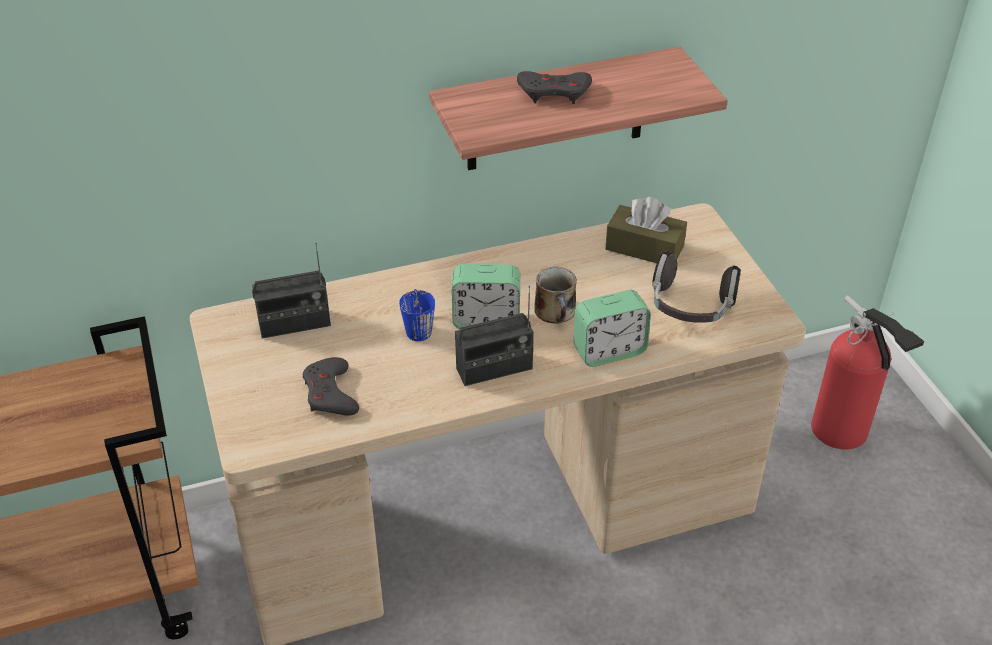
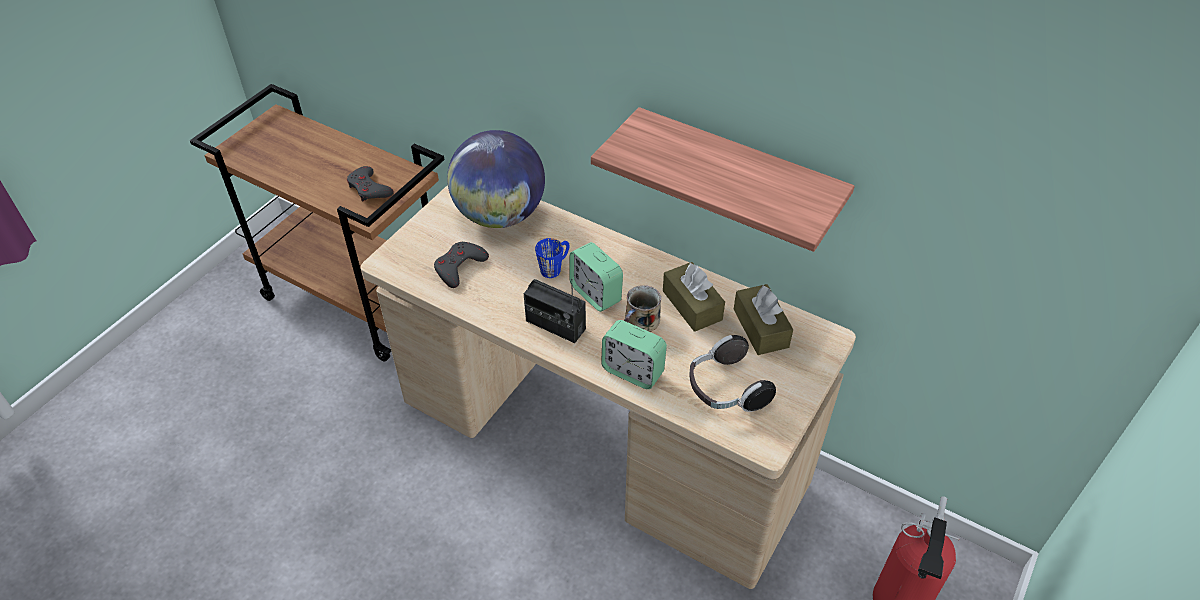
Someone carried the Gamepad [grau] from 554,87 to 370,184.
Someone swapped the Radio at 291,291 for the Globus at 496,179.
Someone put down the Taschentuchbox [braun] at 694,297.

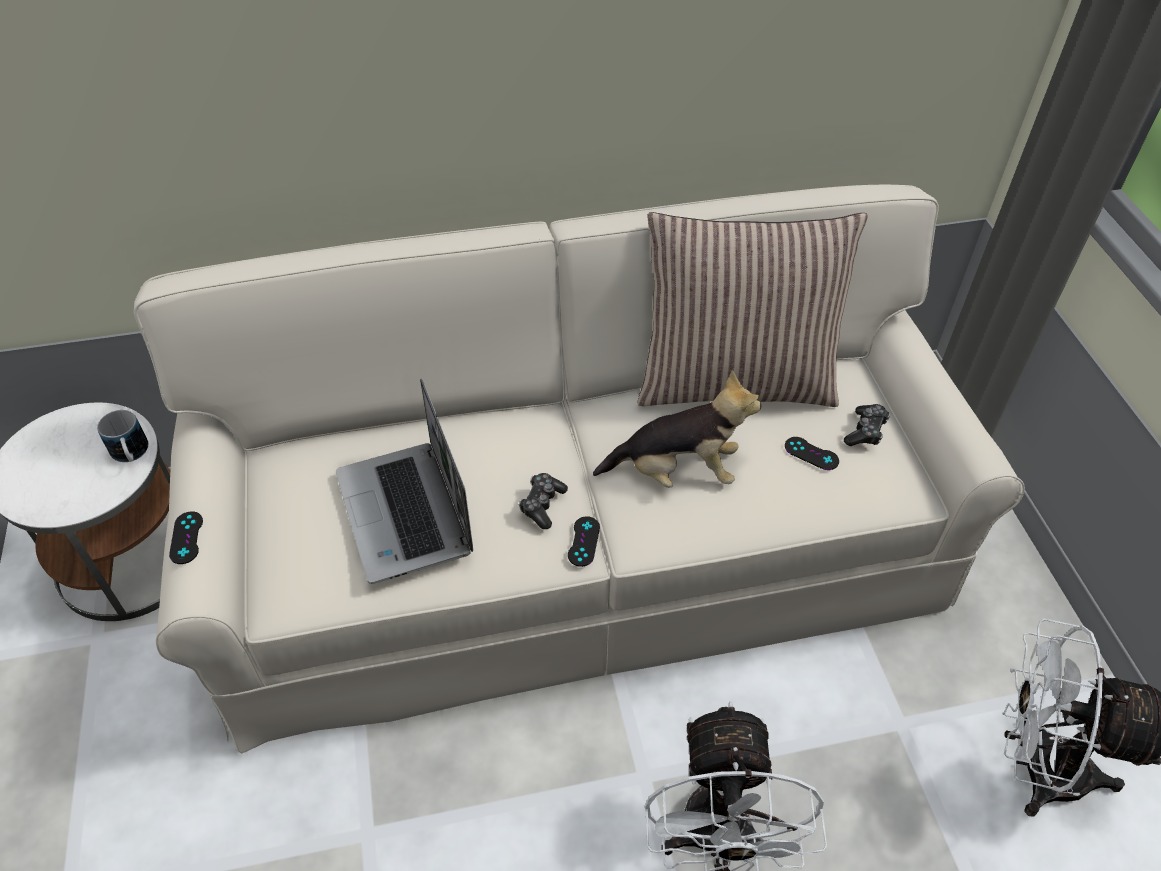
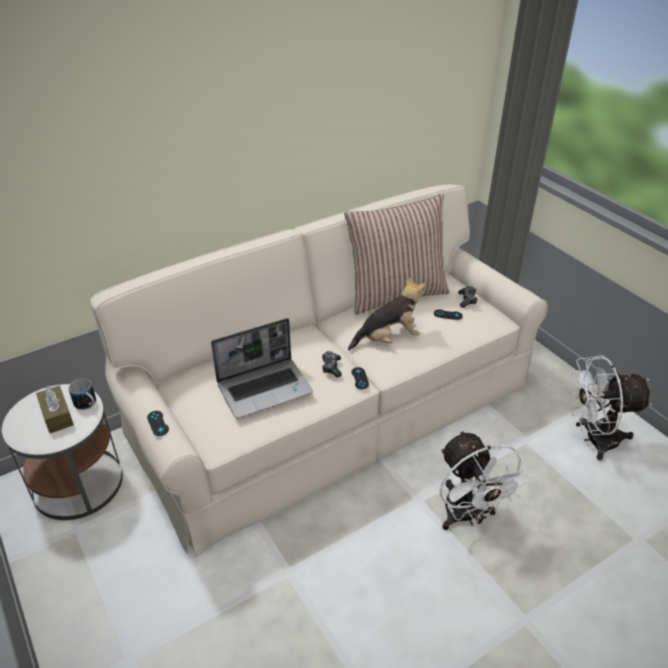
Someone rotated the Laptop at 404,481 by 75 degrees counterclockwise.
Someone put down the Taschentuchbox [braun] at 55,409.

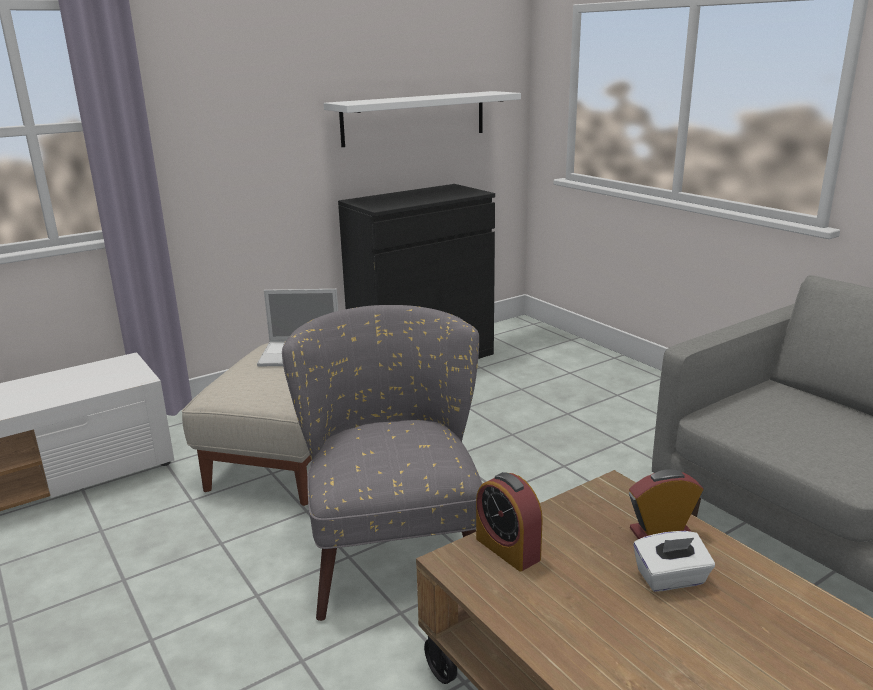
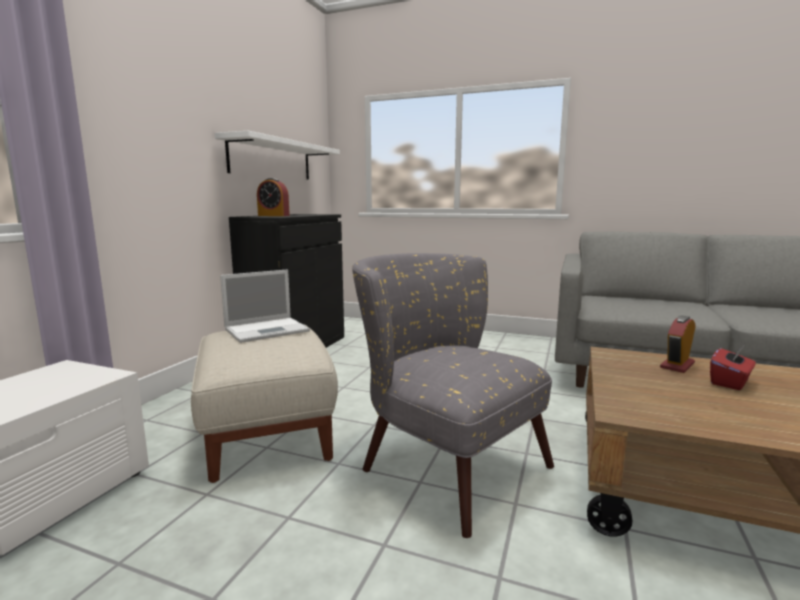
Someone carried the Wecker from 509,521 to 273,197.
Someone repainted the Taschentuchbox [weiß] at 674,561, which became the Taschentuchbox [rot] at 733,367.

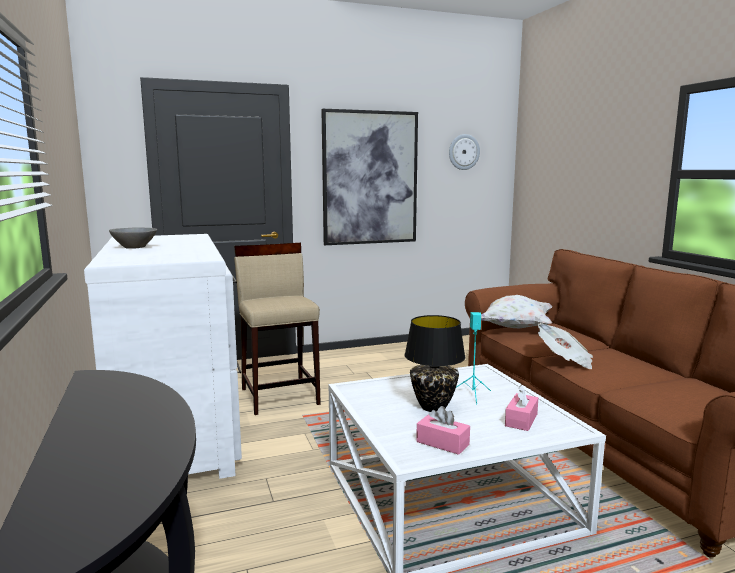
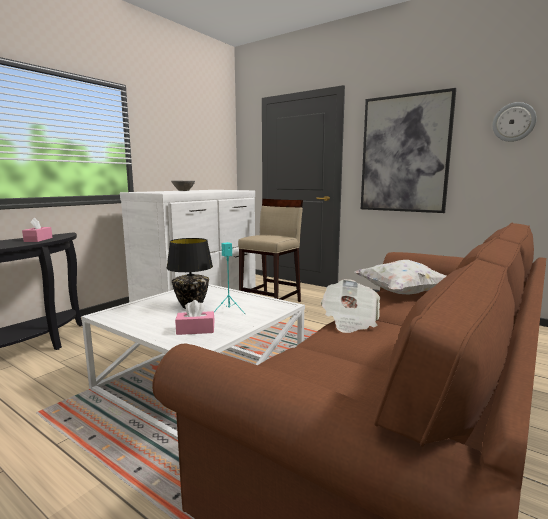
Someone carried the Taschentuchbox [rosa] from 443,430 to 37,229.

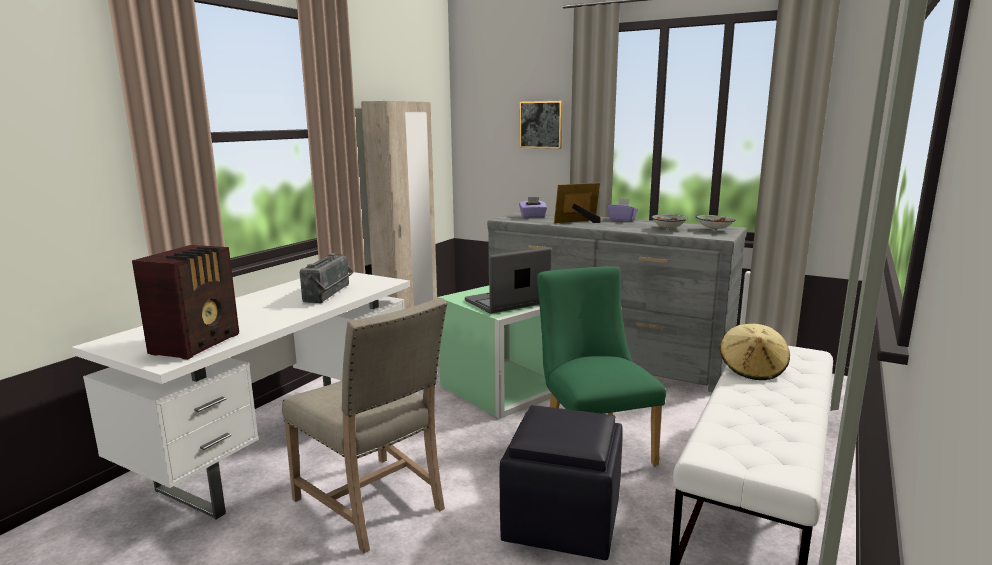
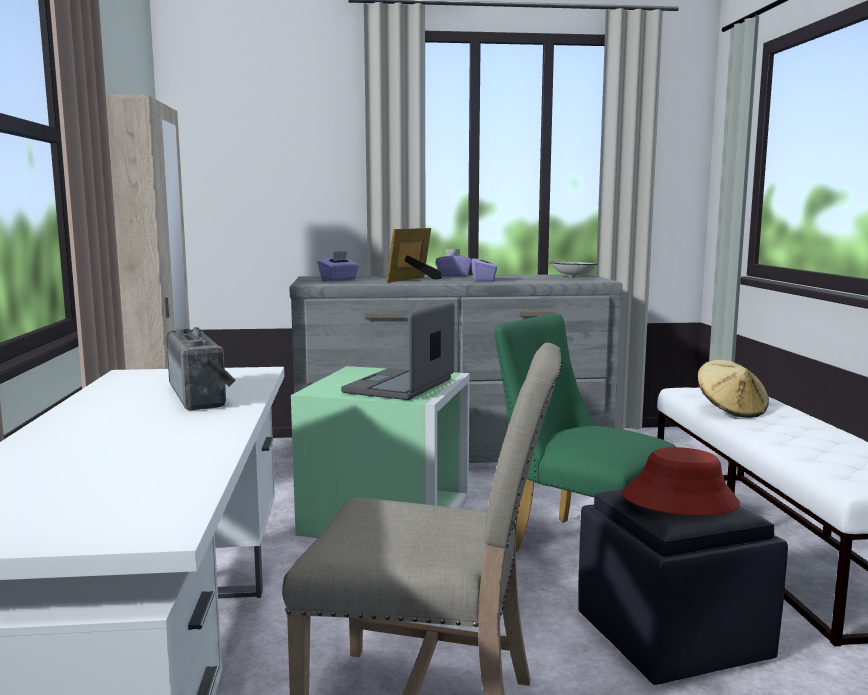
Someone took away the Bild at 541,125.
Someone took away the Schüssel at 669,221.
Someone took away the Radio at 185,302.
Someone put down the Taschentuchbox [lila] at 484,267.
Someone put down the Hut [rot] at 681,481.

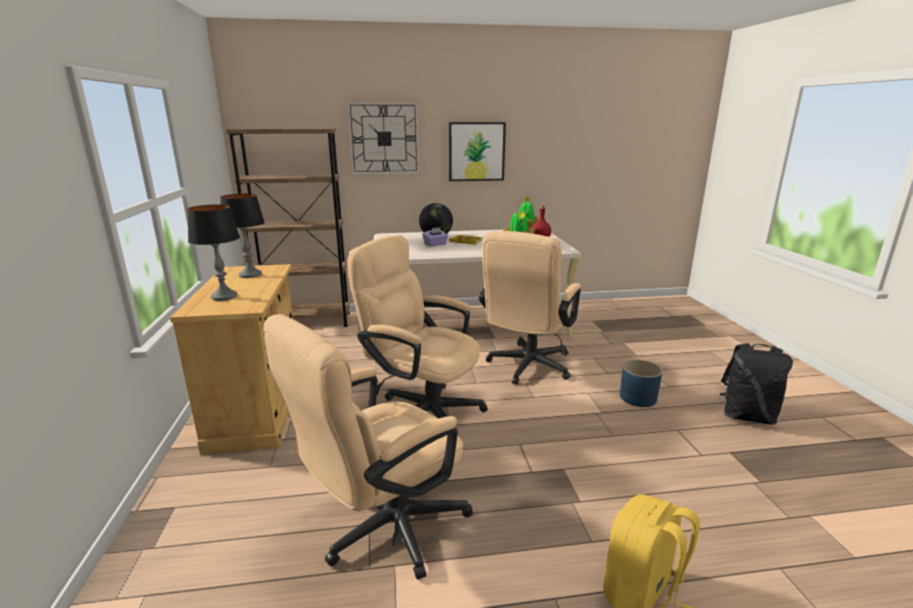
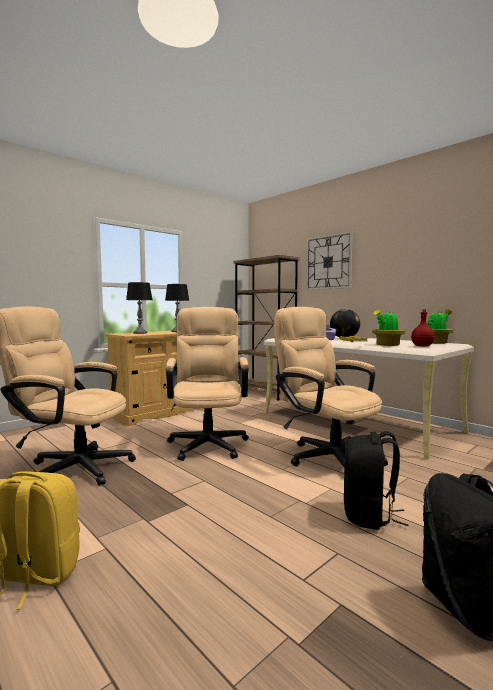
Someone took away the Bild at 477,151.
Someone rotated the Bürostuhl [beige] at 530,307 by 60 degrees clockwise.
Someone swapped the Pflanzkübel [blau] at 641,383 for the Rucksack [schwarz] at 376,480.

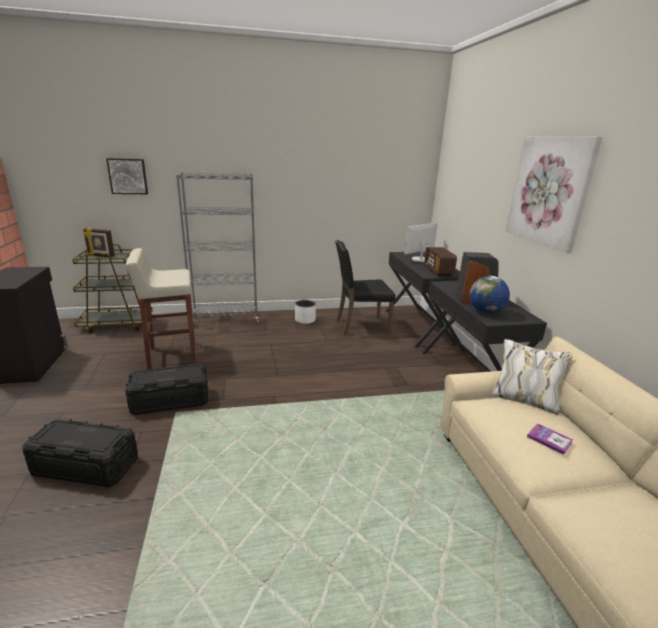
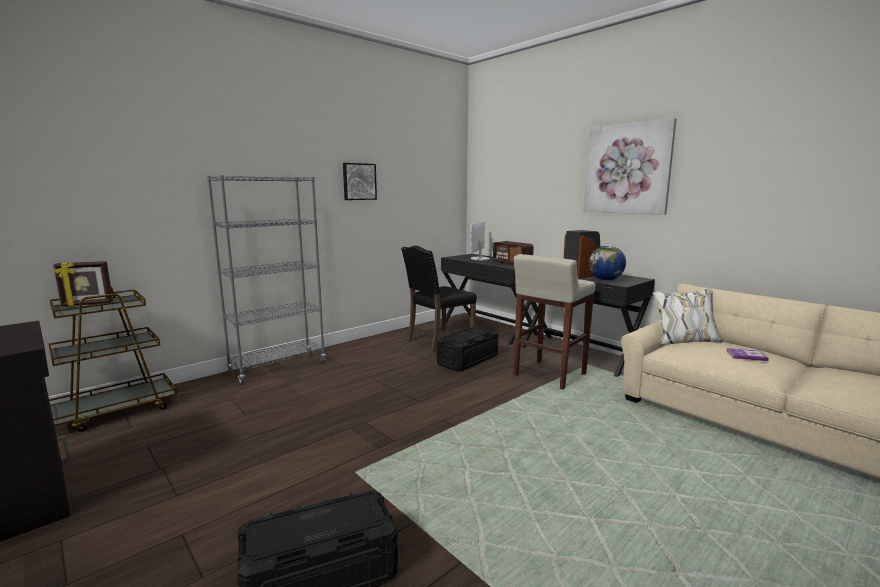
Someone carried the Bild from 127,176 to 360,181.
Someone carried the Hocker [beige] from 160,309 to 554,322.
Someone took away the Pflanzkübel [weiß] at 305,312.
Someone carried the Aufbewahrungsbox [schwarz] from 166,389 to 467,348.

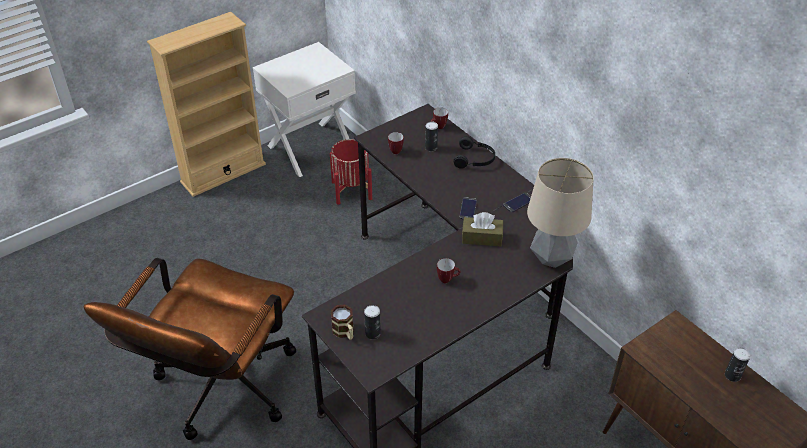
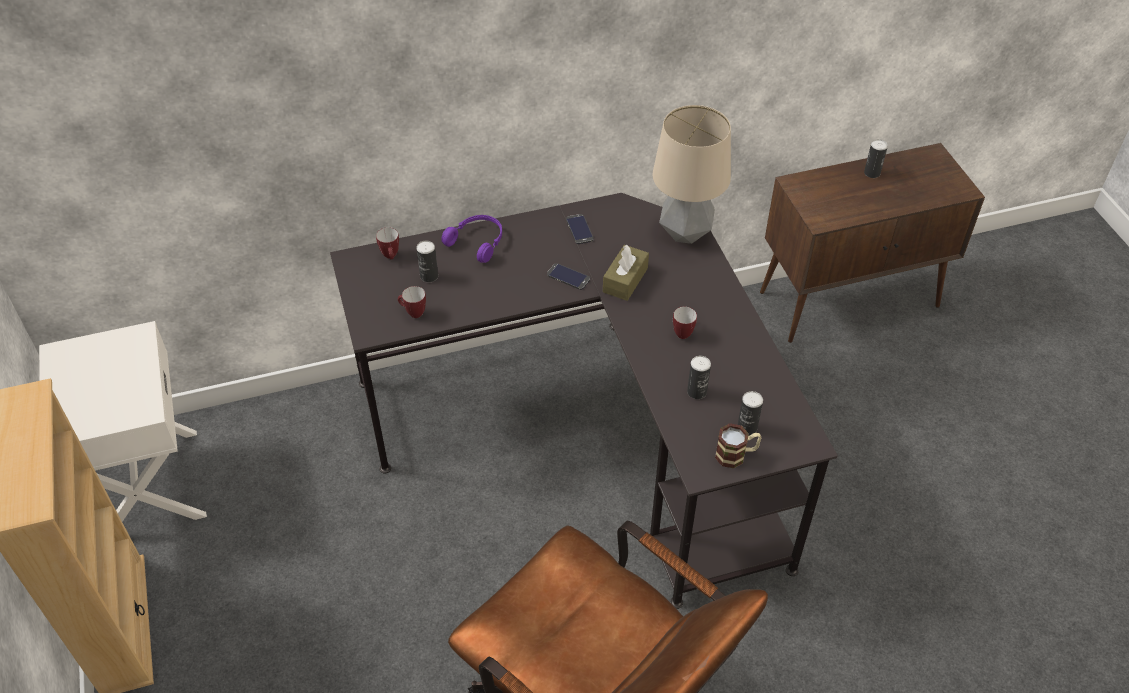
Someone repainted the Kopfhörer [schwarz] at 474,152, which became the Kopfhörer [lila] at 471,239.
Someone took away the Pflanzkübel [rot] at 351,172.
Someone put down the Dose at 699,377.

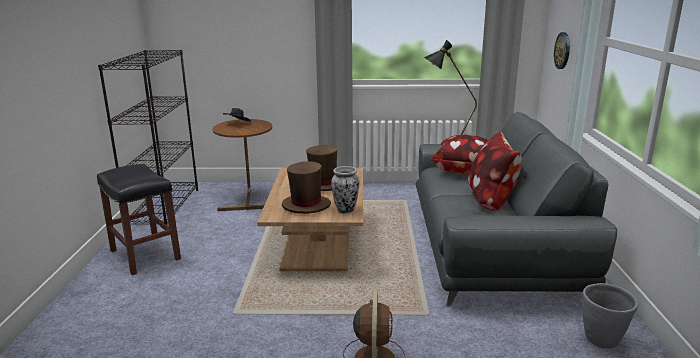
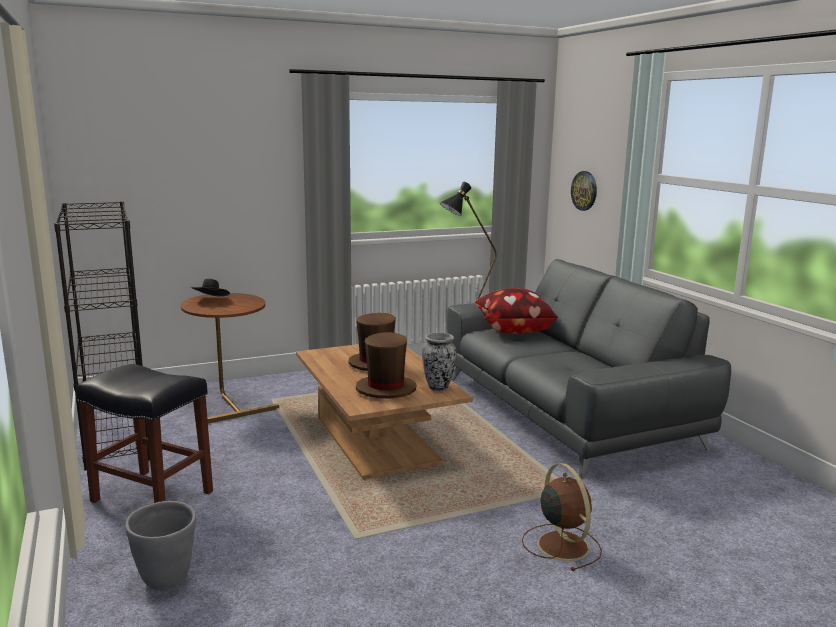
Someone took away the Kissen at 495,171.
Someone carried the Pflanzkübel [grau] from 610,316 to 160,546.

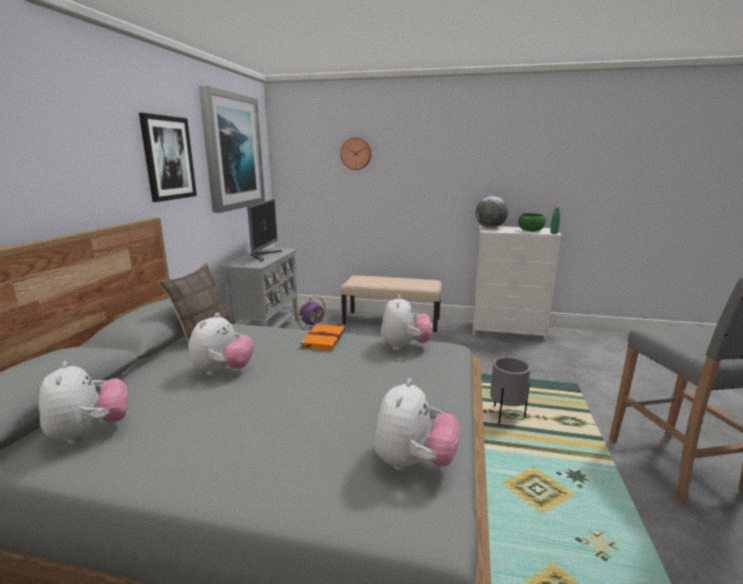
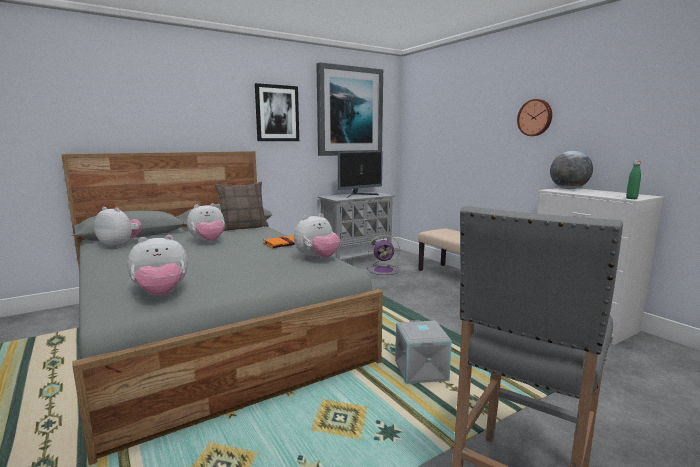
Someone carried the Wanduhr from 355,153 to 534,117.
Someone took away the Schüssel [grün] at 532,222.
Someone swapped the Pflanzkübel [grau] at 510,390 for the Aufbewahrungsbox [grau] at 423,352.
Someone rotated the Plüschtier at 83,402 by 90 degrees counterclockwise.

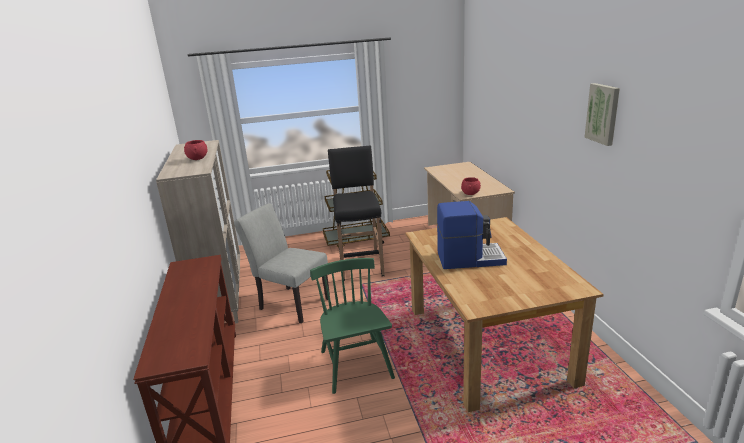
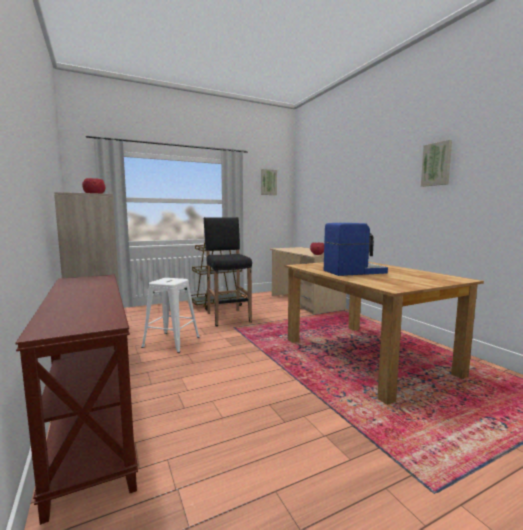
Someone swapped the Stuhl [grau] at 282,263 for the Hocker [weiß] at 170,315.
Someone took away the Stuhl [grün] at 352,326.
Someone put up the Bild at 269,182.

